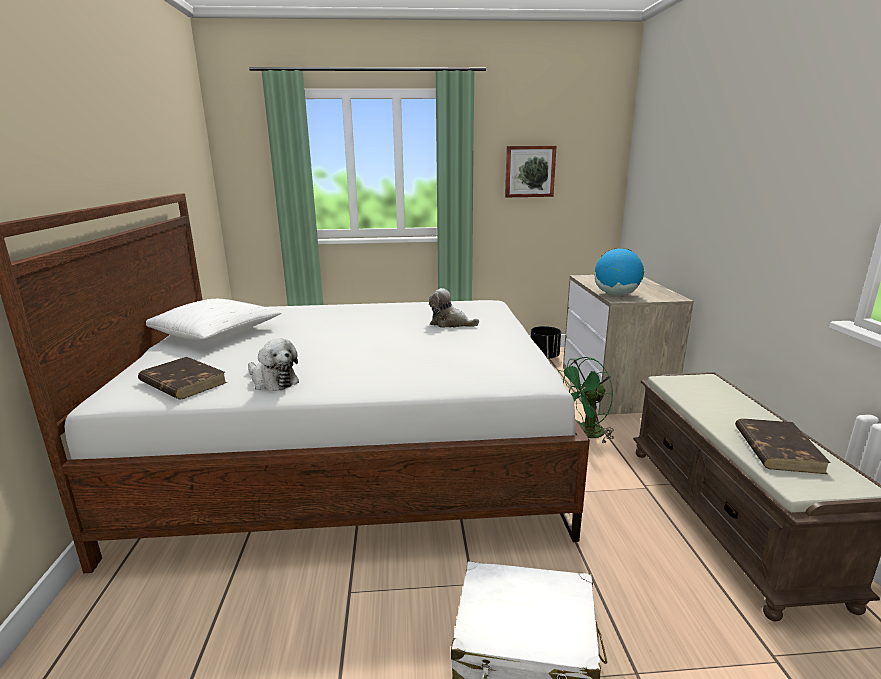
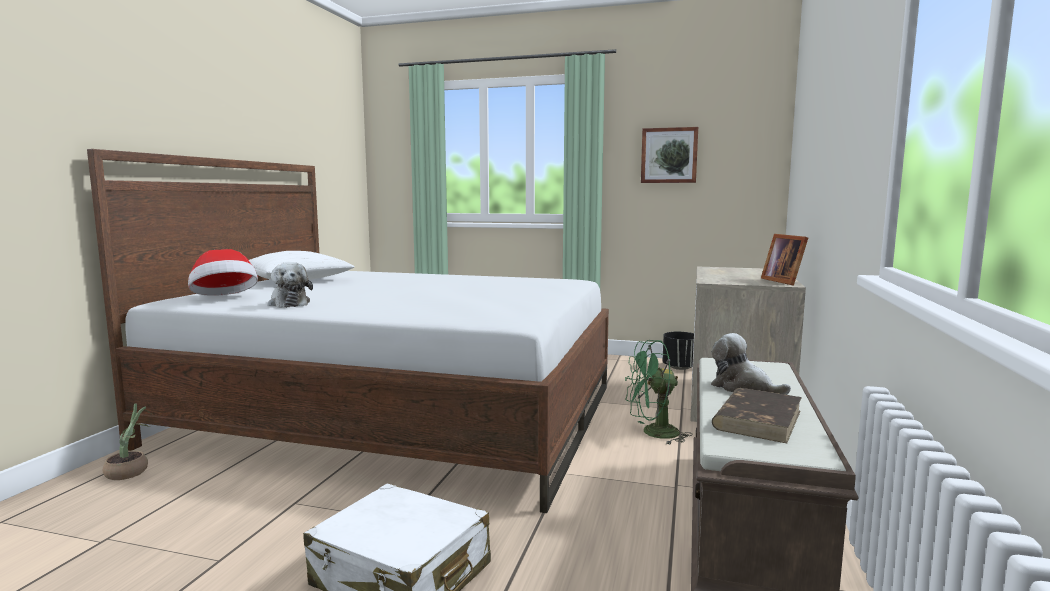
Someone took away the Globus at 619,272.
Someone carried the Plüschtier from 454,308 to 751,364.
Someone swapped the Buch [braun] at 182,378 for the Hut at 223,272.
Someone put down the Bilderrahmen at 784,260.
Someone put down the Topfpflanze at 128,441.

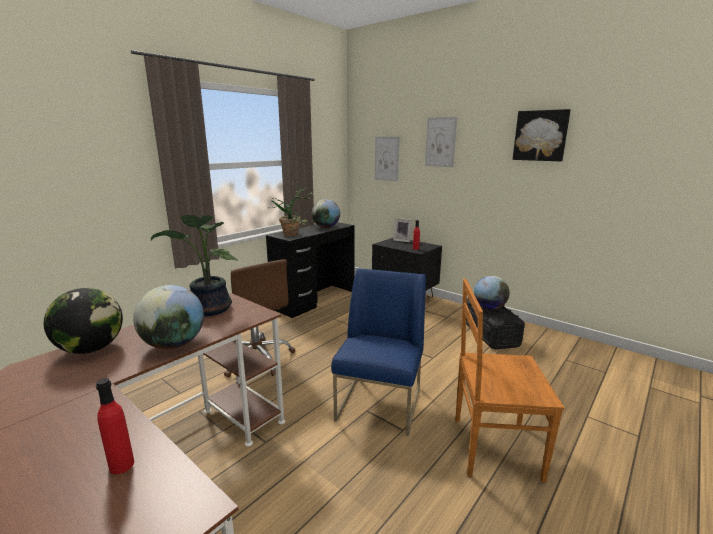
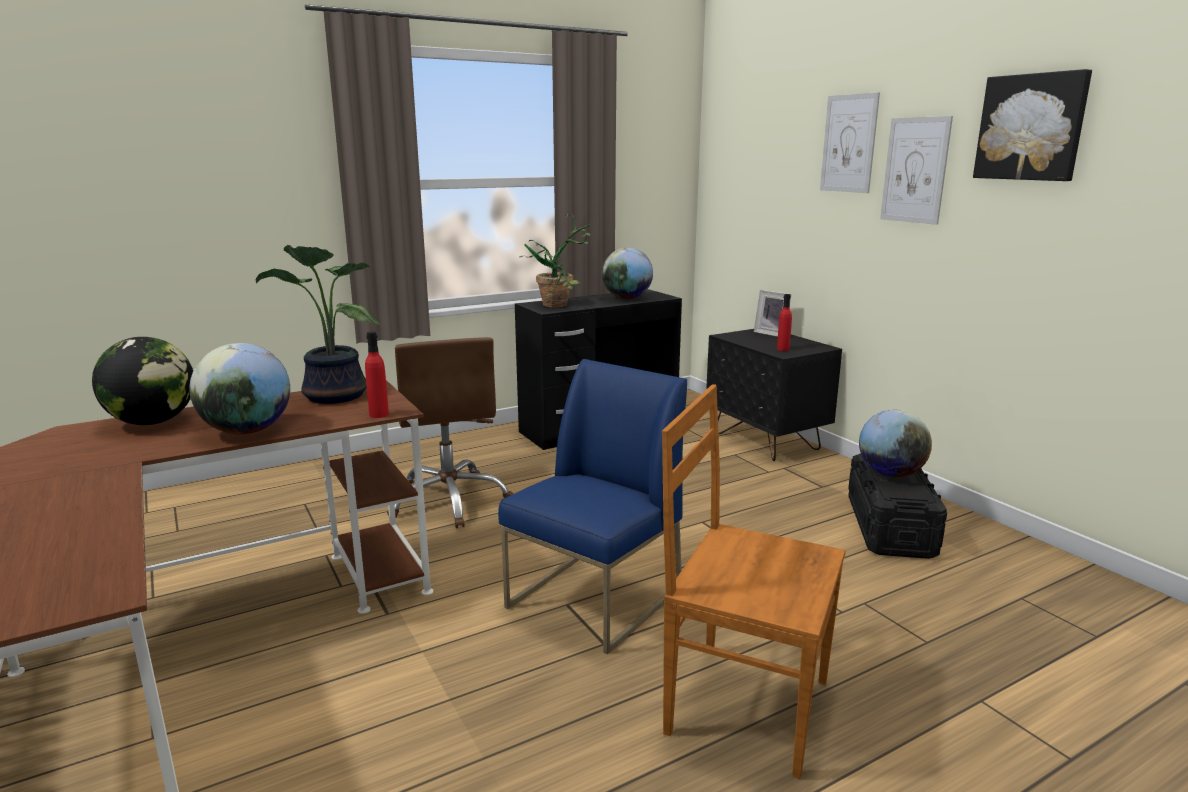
Someone carried the Bild from 387,159 to 916,170.
Someone carried the Flasche [rot] from 115,426 to 377,374.

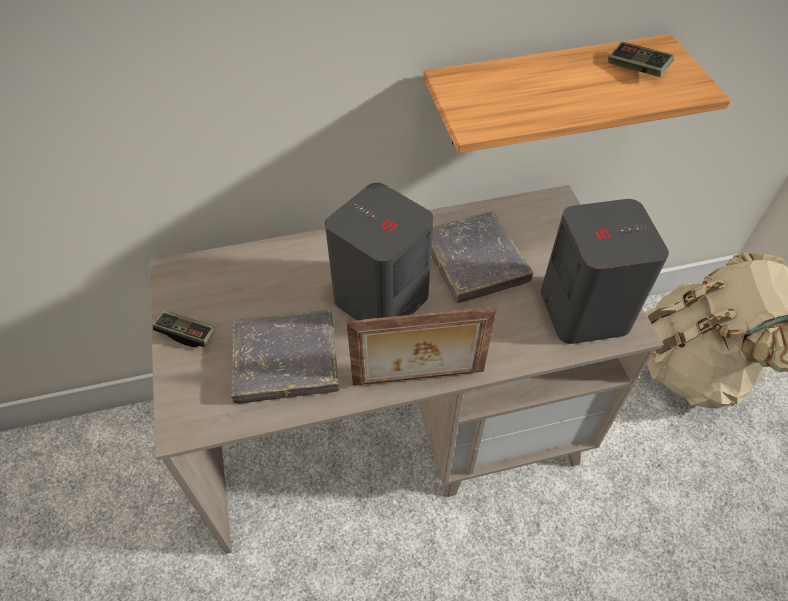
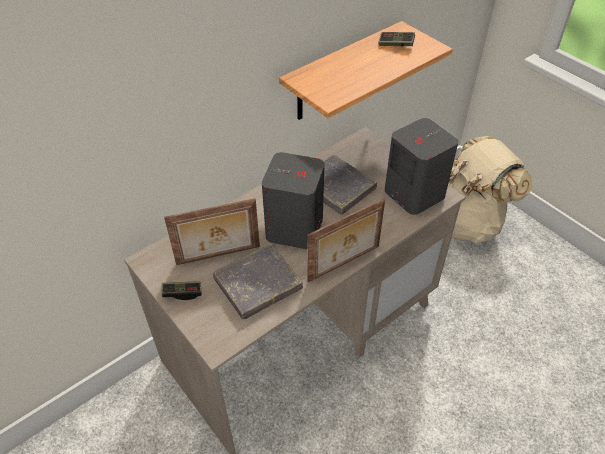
Someone put down the Bilderrahmen at 212,231.

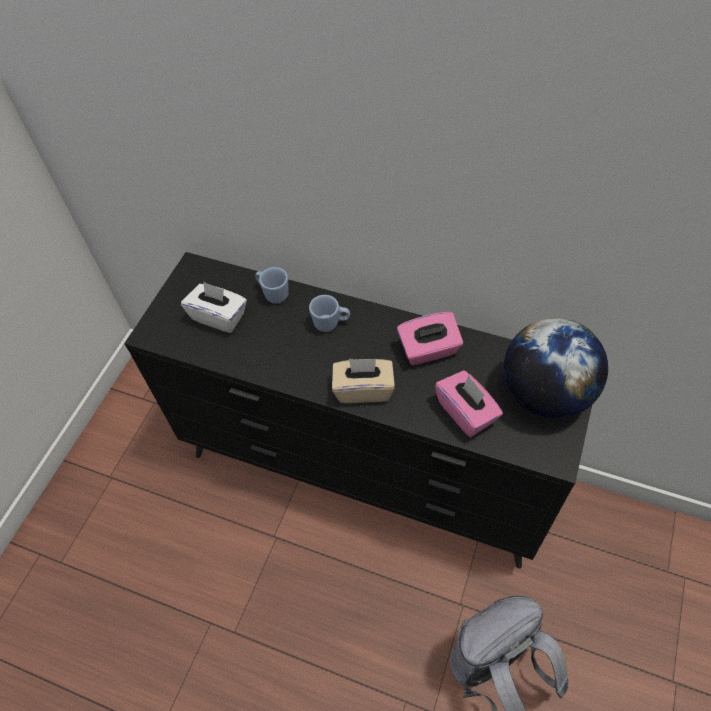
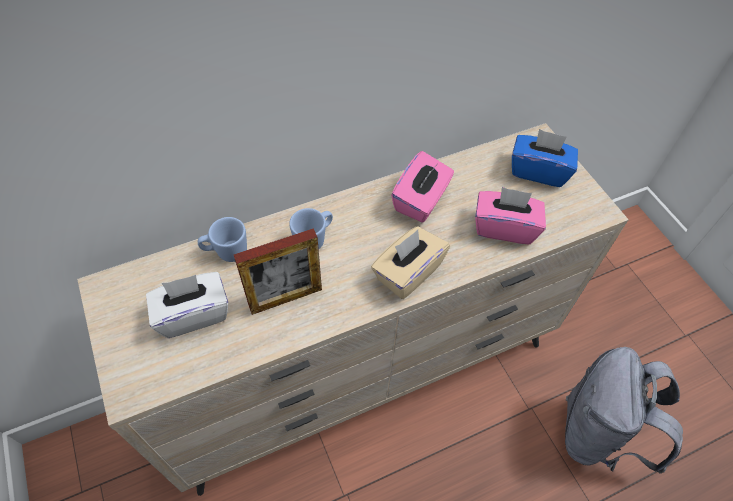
Someone repainted the Kommode [schwarz] at 358,410, which became the Kommode [beige] at 353,309.
Someone swapped the Globus at 556,368 for the Taschentuchbox [blau] at 545,158.
Someone put down the Bilderrahmen at 278,271.

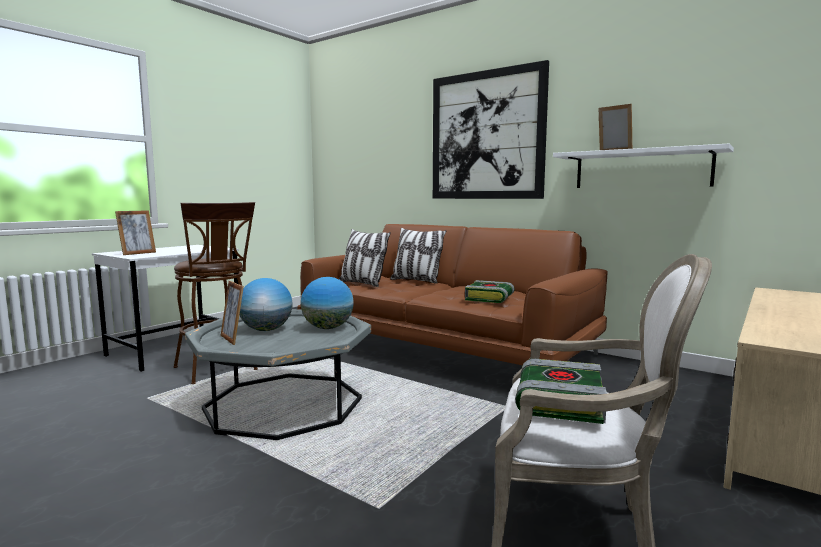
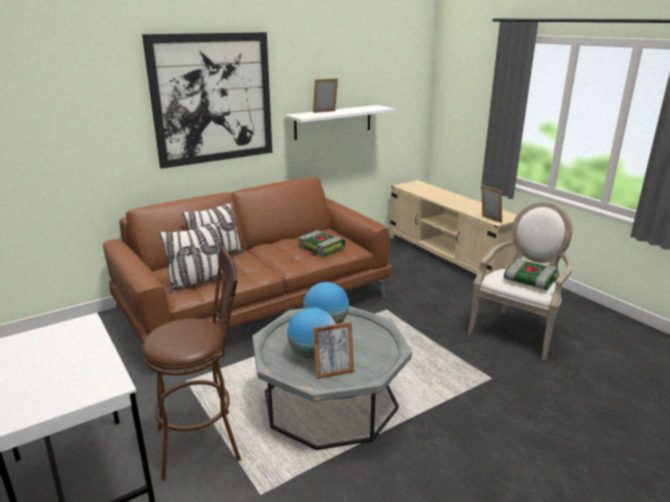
Someone carried the Bilderrahmen from 135,232 to 491,204.

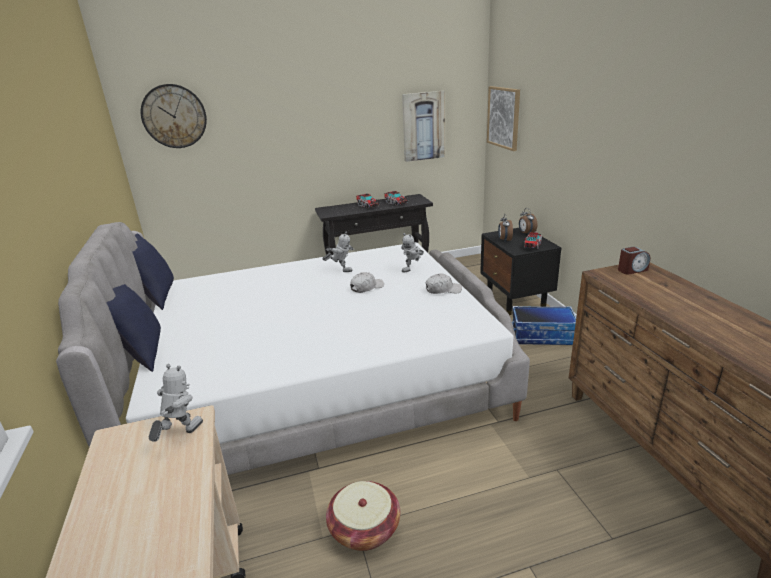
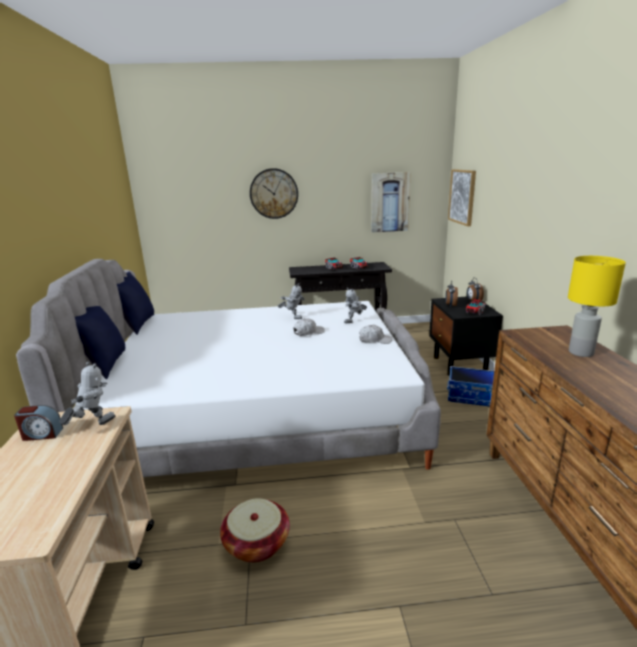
Someone carried the Wanduhr from 174,116 to 274,193.
Someone carried the Wecker from 634,260 to 38,423.
Someone put down the Tischlampe [gelb] at 597,306.

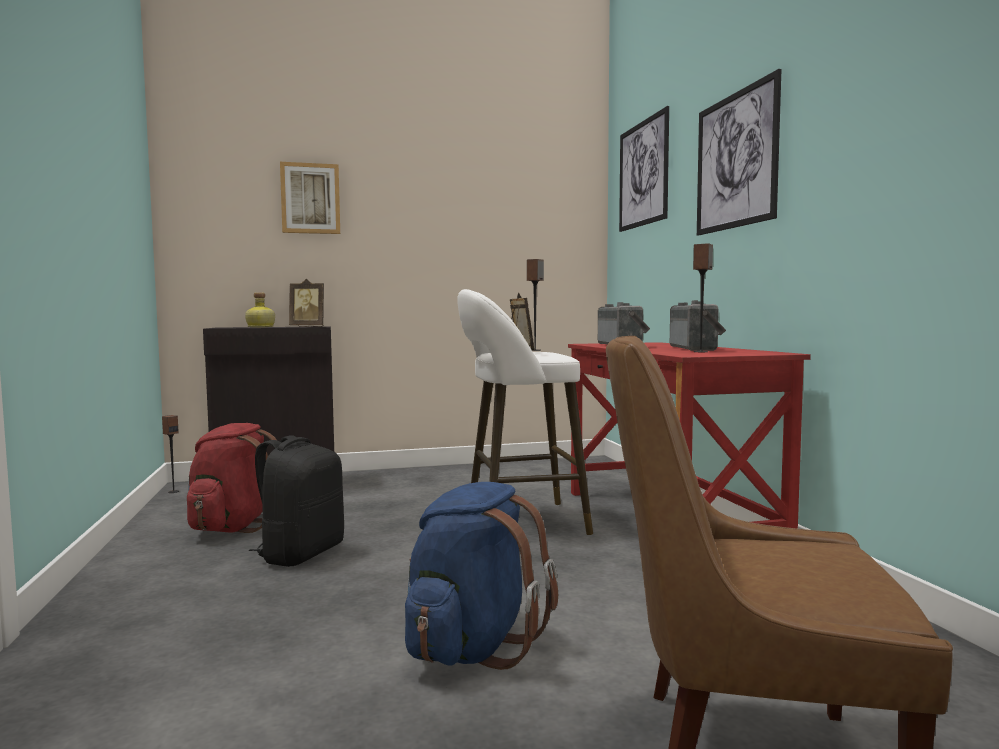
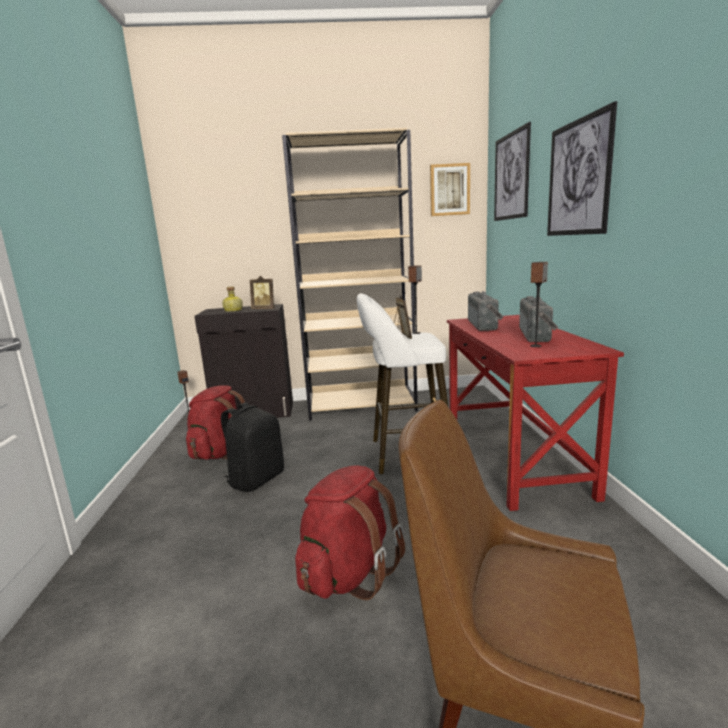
Someone carried the Bild from 310,198 to 450,189.
Someone repainted the Rucksack [blau] at 481,576, which became the Rucksack [rot] at 350,532.
Someone put down the Bücherregal [beige] at 350,274.

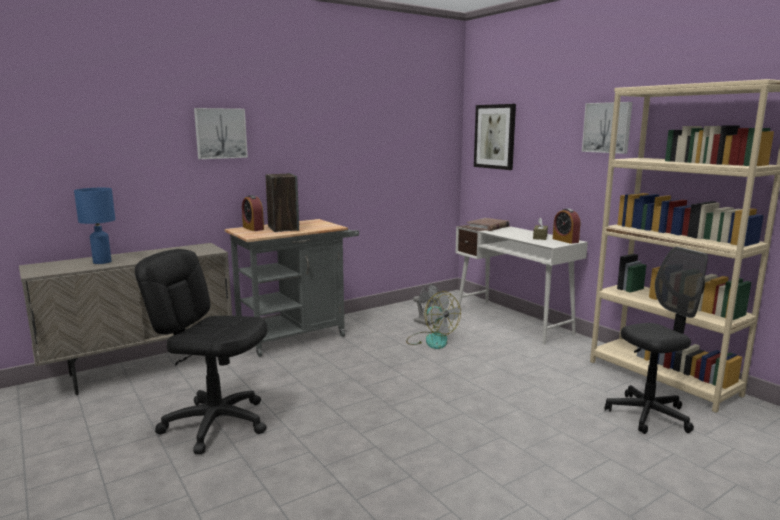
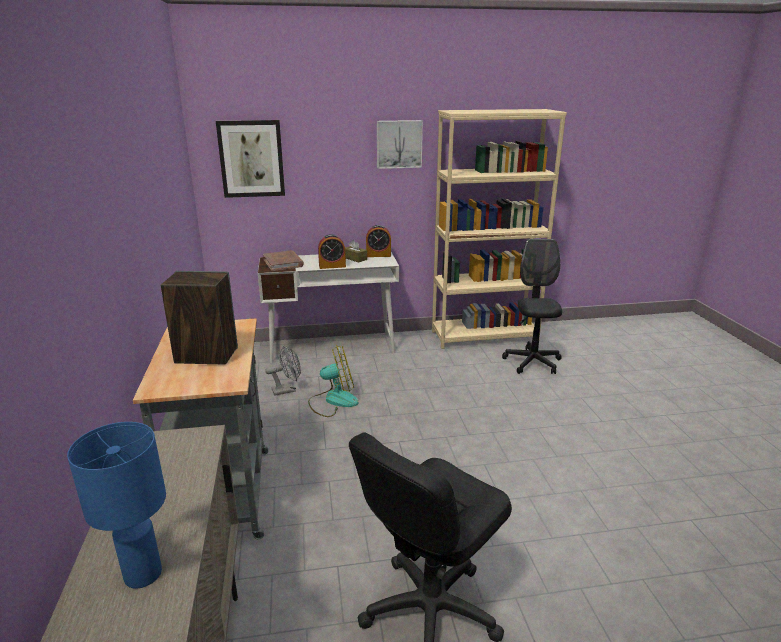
Someone took away the Bild at 221,133.
Someone carried the Wecker from 253,213 to 332,251.

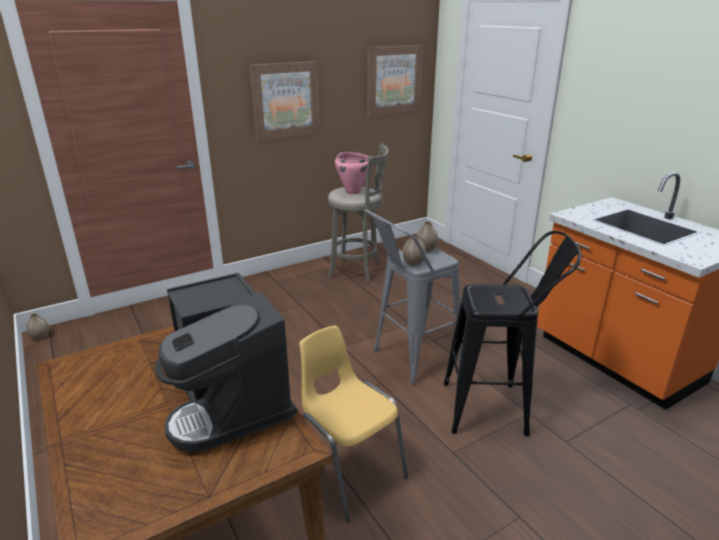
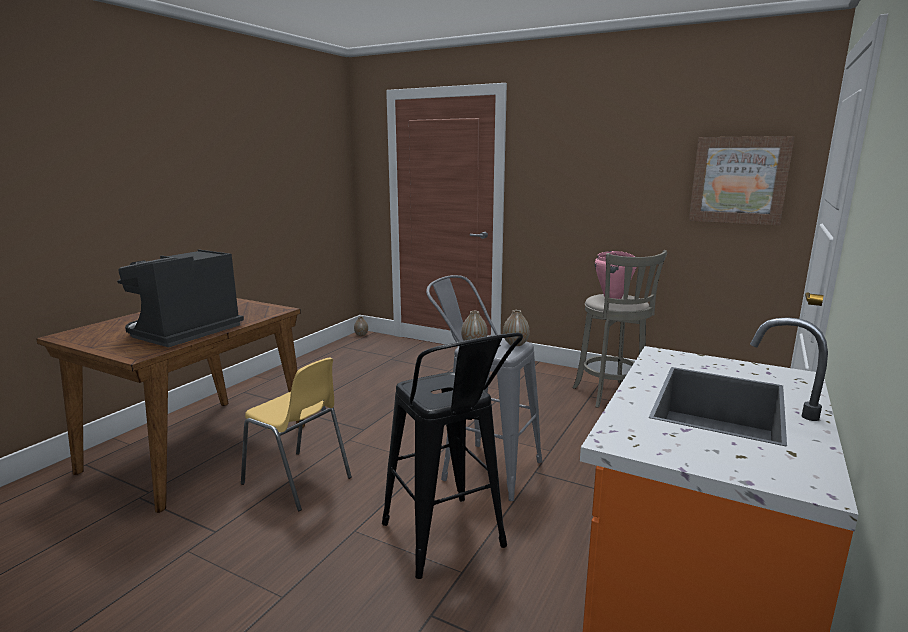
Someone took away the Bild at 284,100.
Someone rotated the Stuhl [gelb] at 353,424 by 105 degrees clockwise.

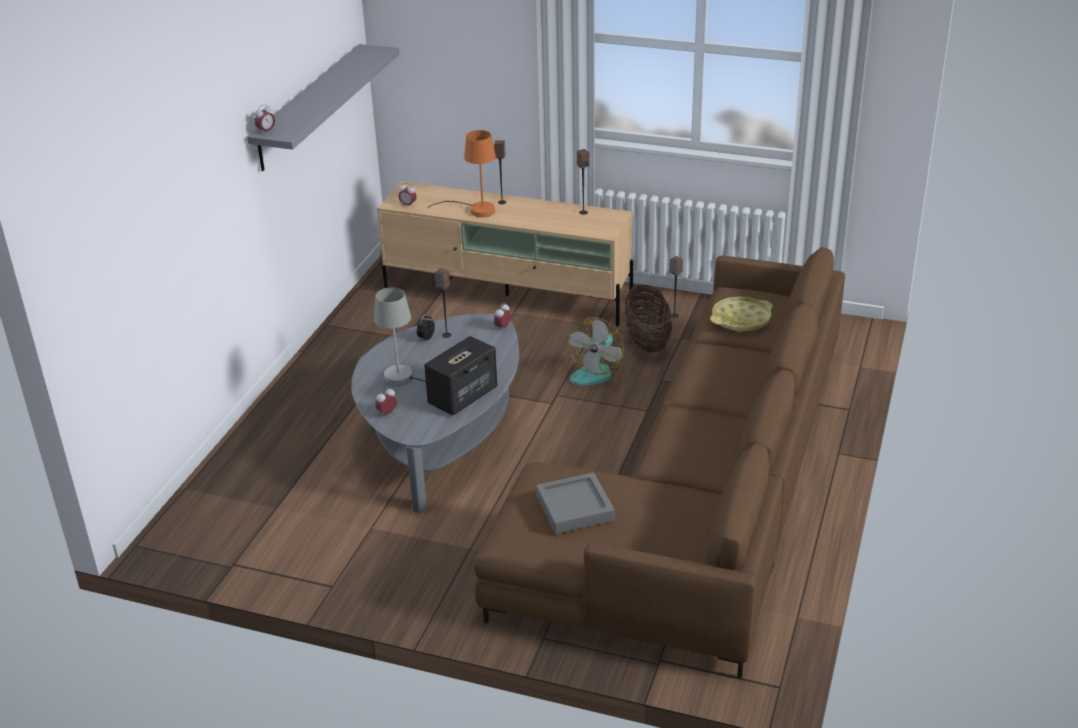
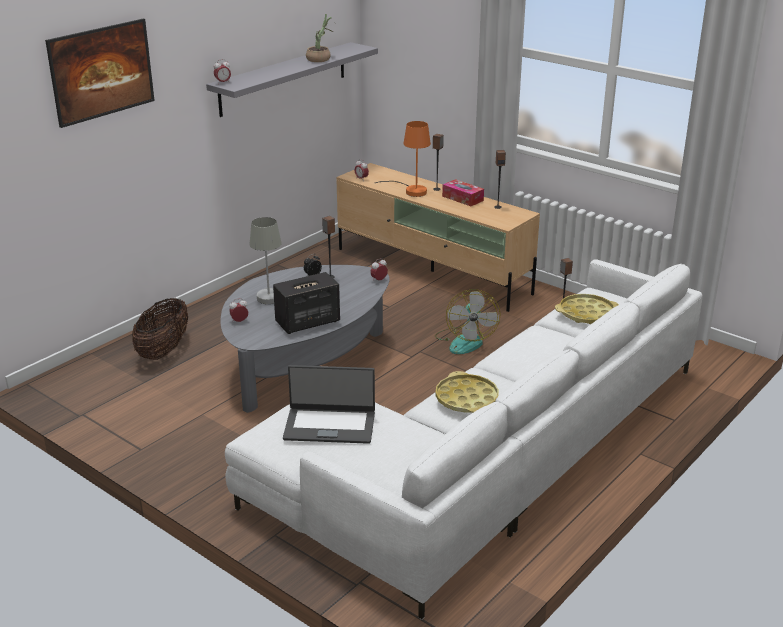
Someone repainted the Sofa [braun] at 659,463, which became the Sofa [weiß] at 464,439.
Someone carried the Korb from 648,318 to 160,329.
Someone rotated the Ventilator at 596,351 by 45 degrees counterclockwise.
Someone swapped the Tablett [grau] at 575,503 for the Laptop at 329,404.
Someone put down the Topfpflanze at 320,38.
Someone put up the Bild at 100,73.
Someone put down the Taschentuchbox at 463,192.
Someone put down the Tablett [gelb] at 467,392.

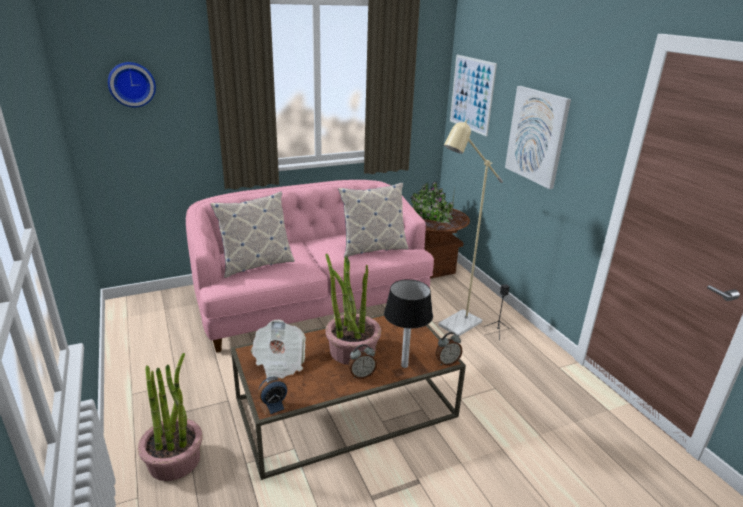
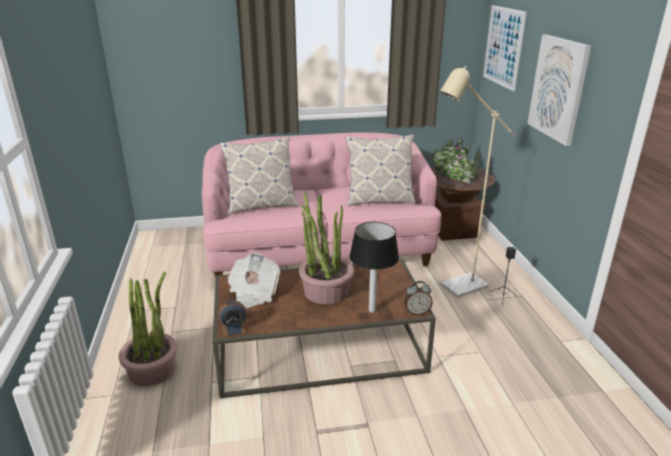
Someone took away the Wanduhr at 132,84.
Someone took away the Wecker at 362,361.

